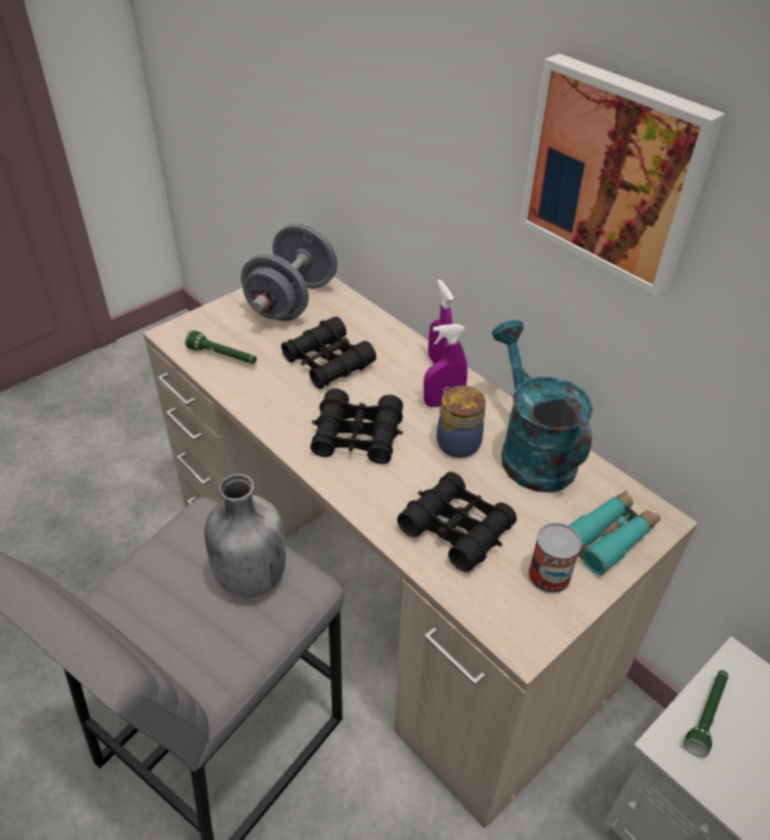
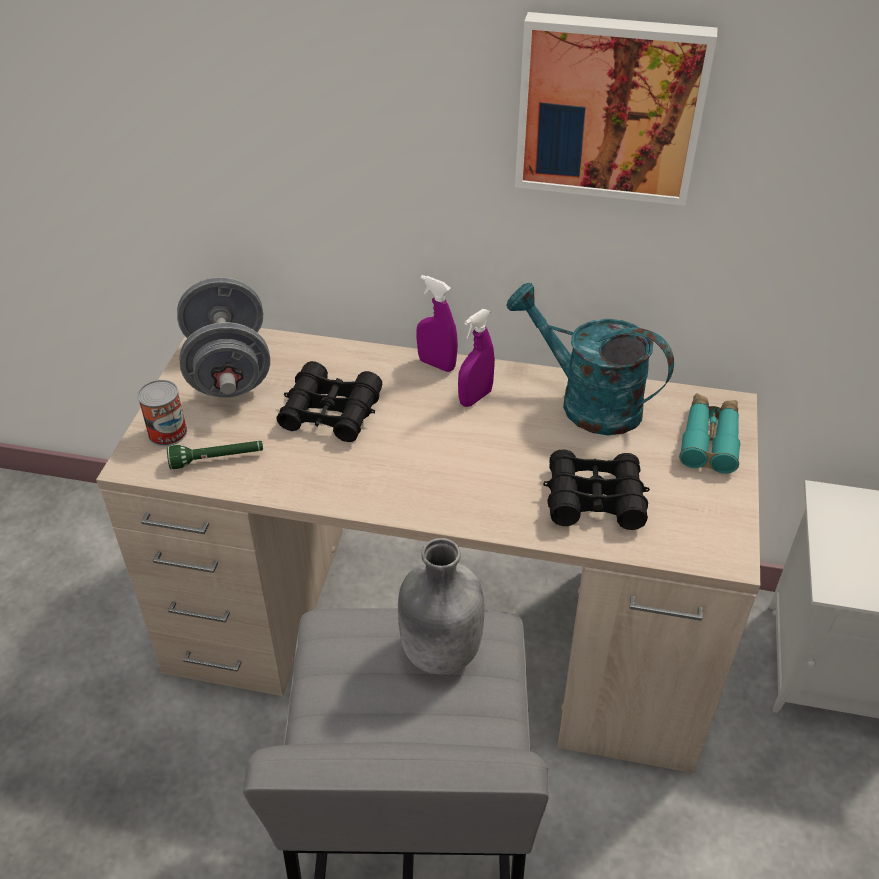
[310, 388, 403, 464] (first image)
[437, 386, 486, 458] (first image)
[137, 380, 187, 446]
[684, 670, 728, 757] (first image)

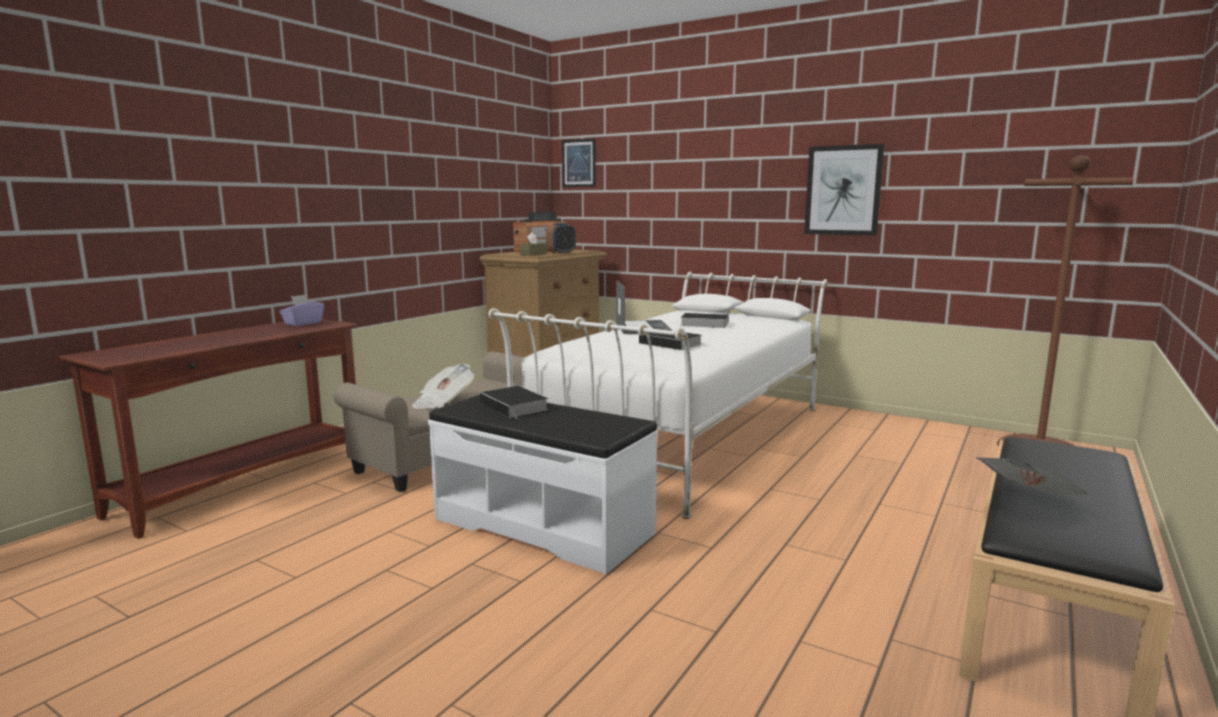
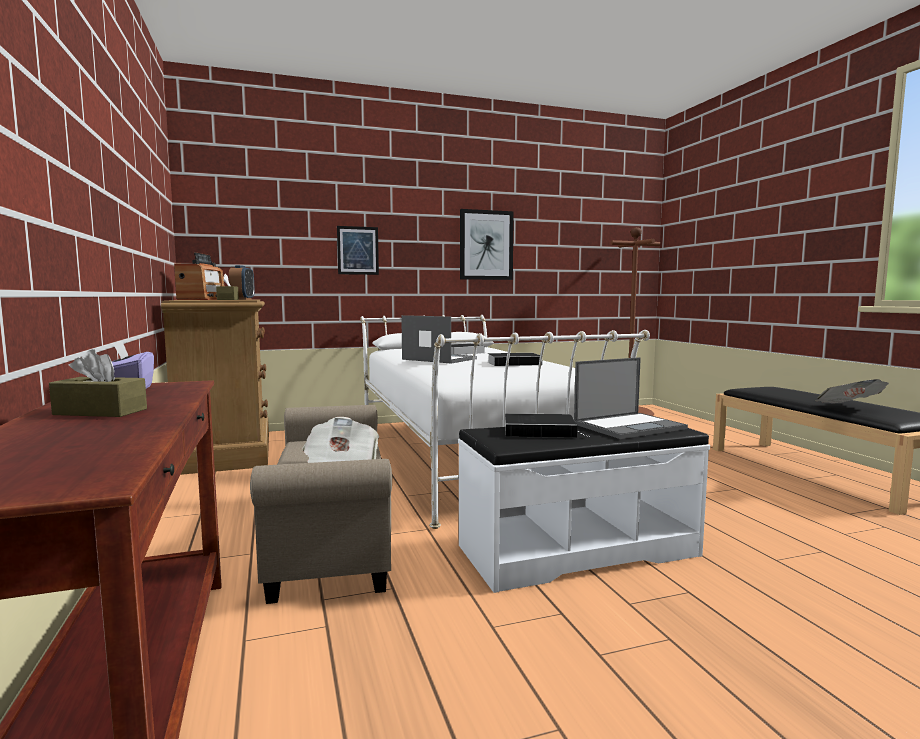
[337, 226, 379, 275]
[49, 349, 147, 417]
[574, 357, 688, 439]

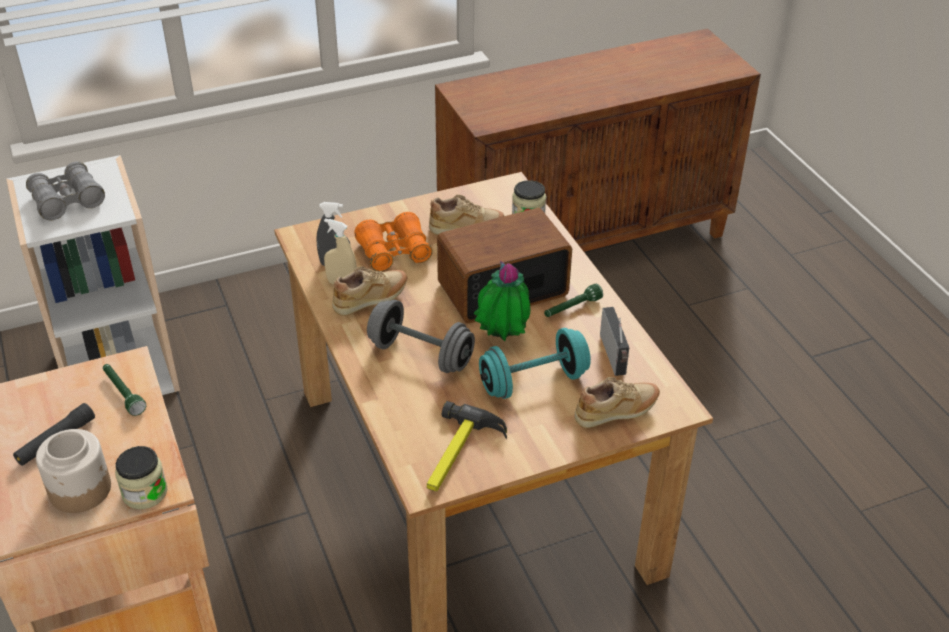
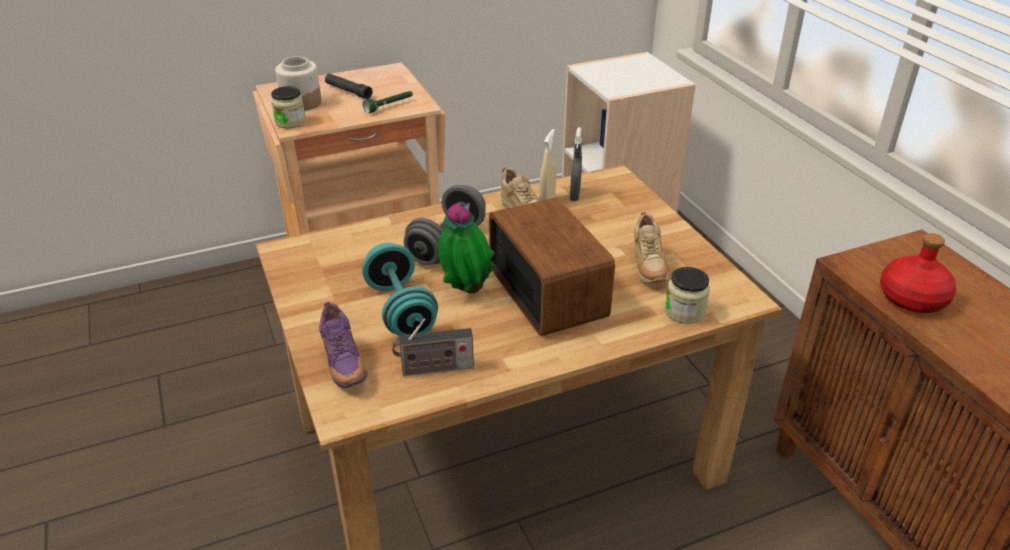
[26, 162, 105, 220] (first image)
[354, 212, 433, 272] (first image)
[427, 401, 507, 492] (first image)
[544, 284, 603, 317] (first image)
[319, 302, 367, 388]
[880, 233, 956, 313]

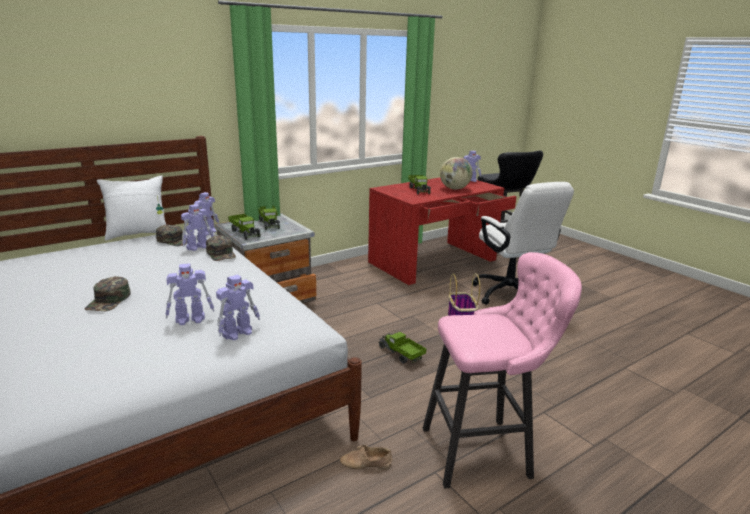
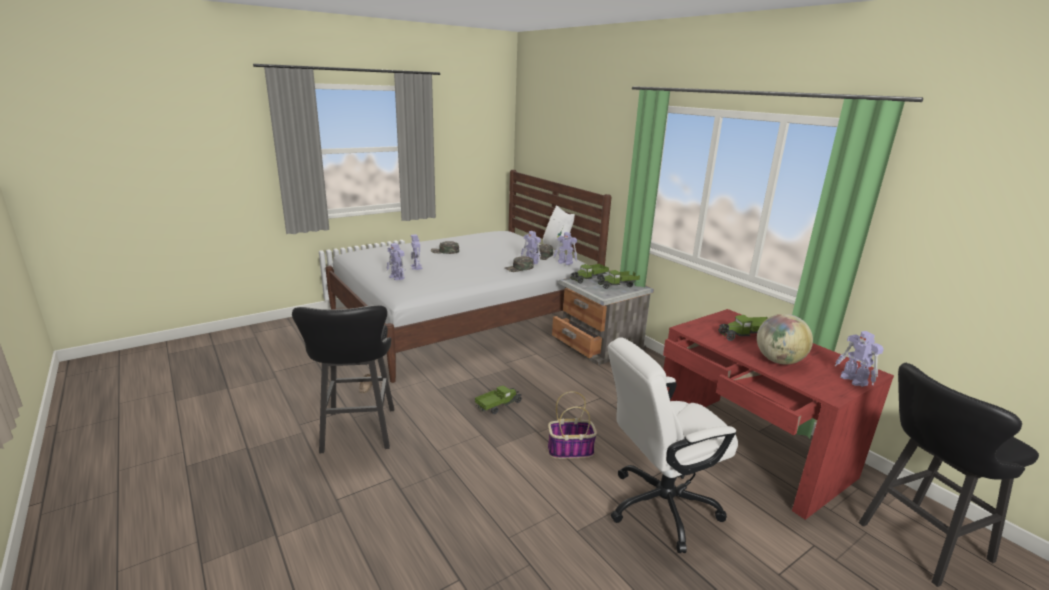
[292, 305, 394, 453]

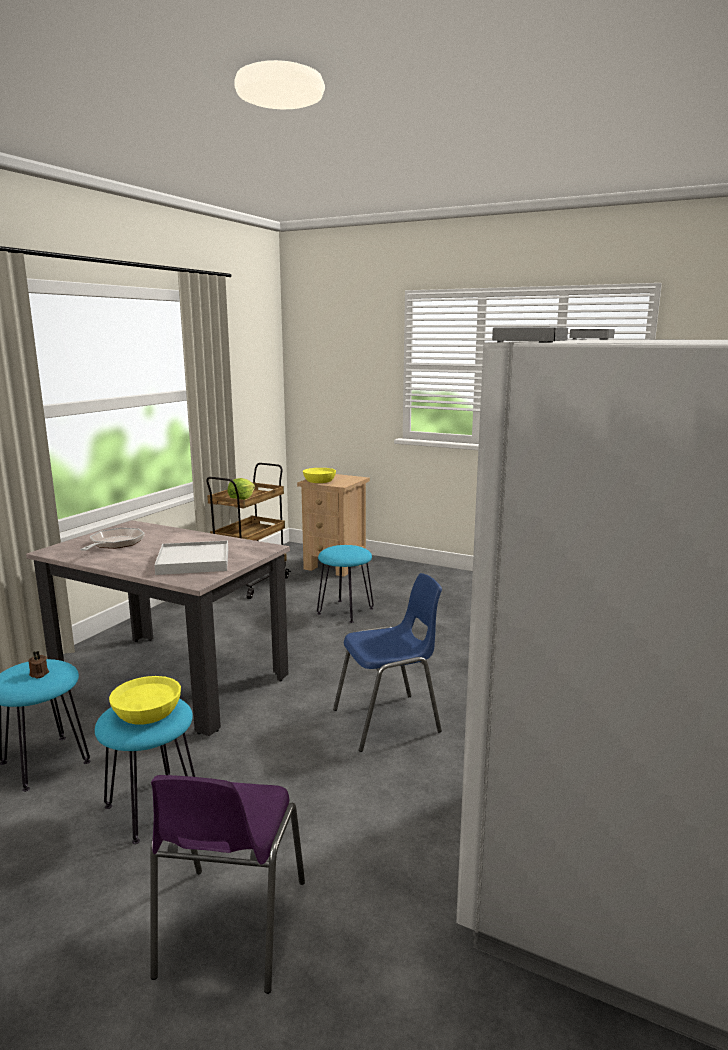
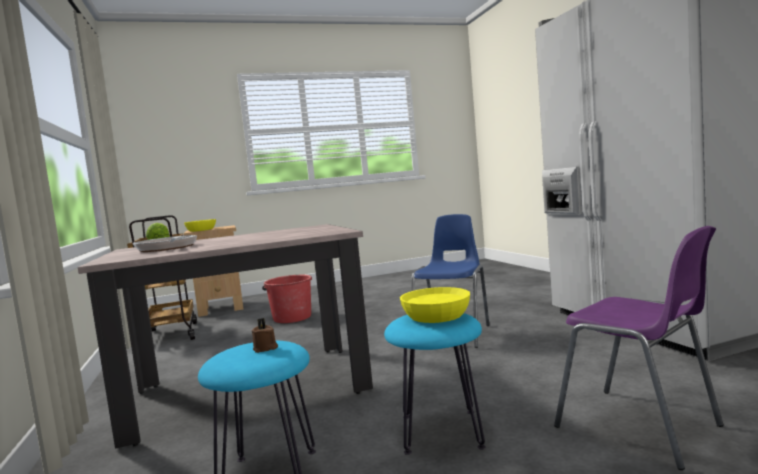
[154, 540, 228, 575] (first image)
[262, 275, 312, 323]

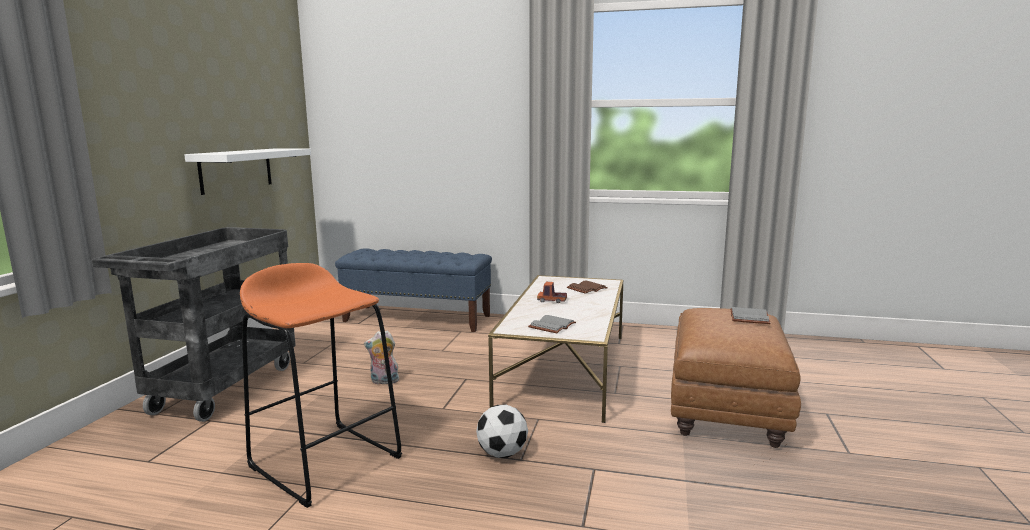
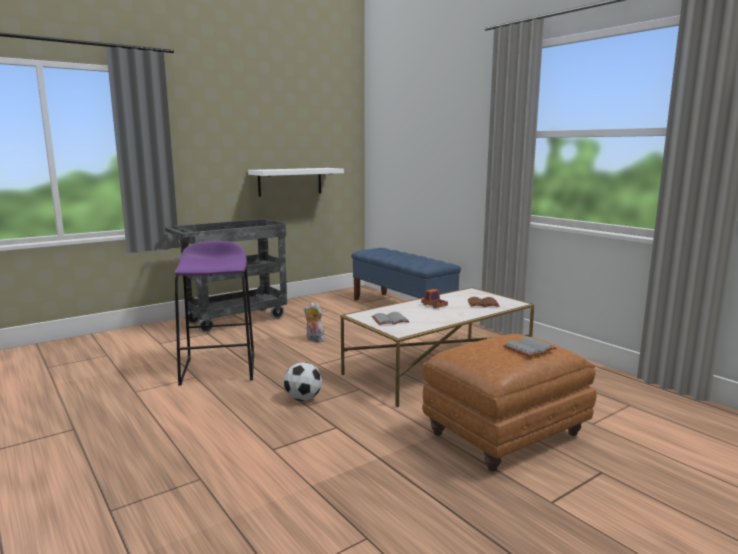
[174, 241, 254, 386]

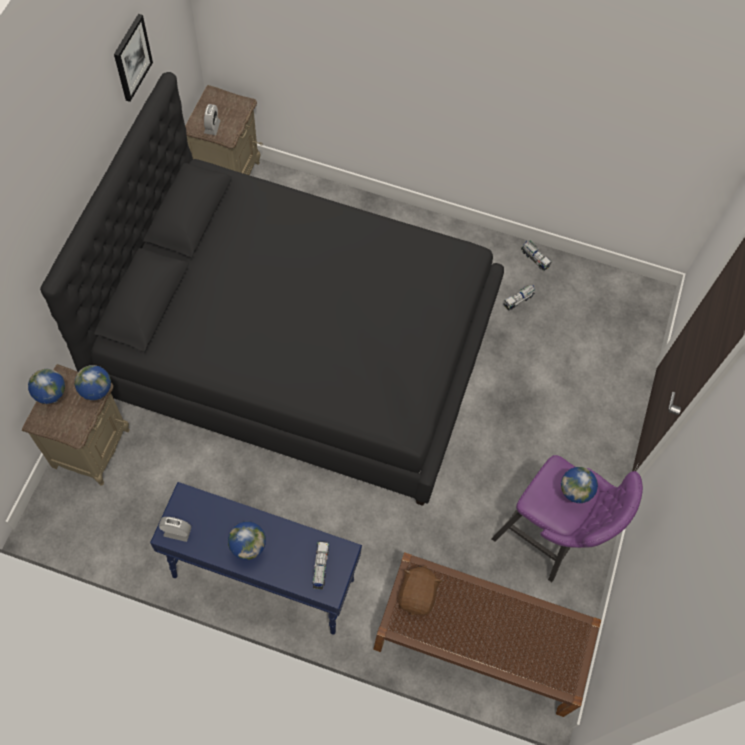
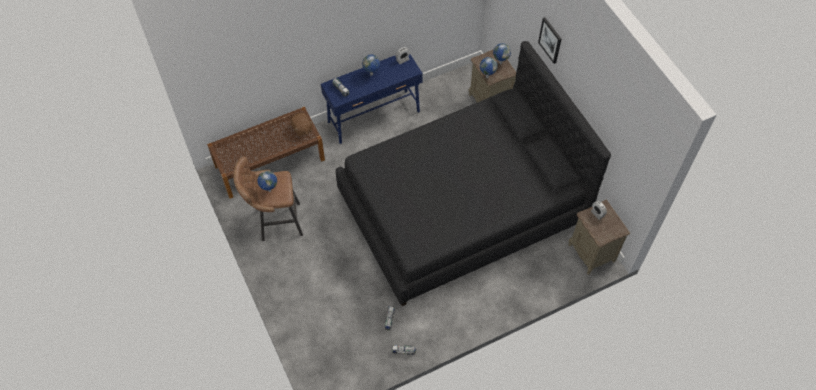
[538, 17, 561, 64]
[233, 156, 303, 241]

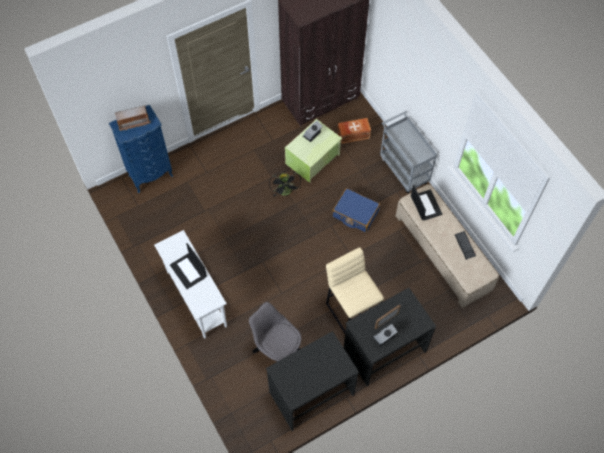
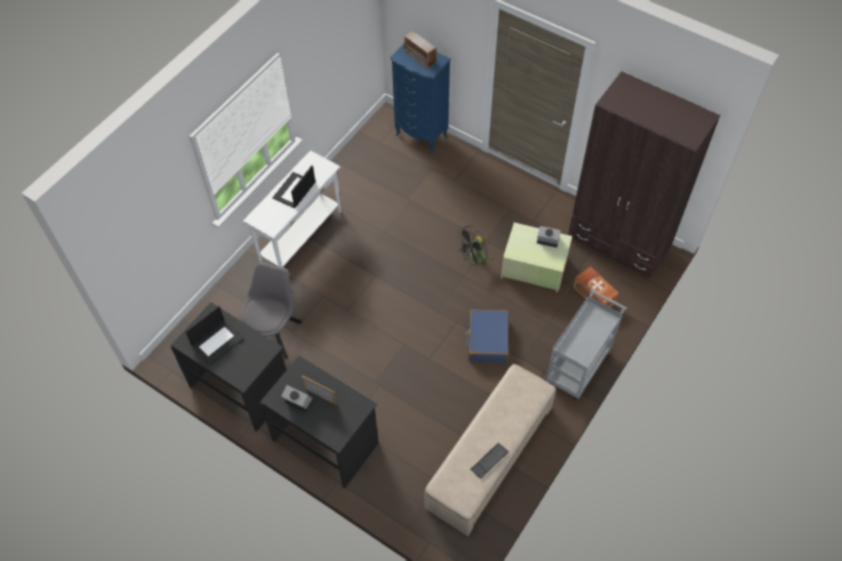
[326, 247, 384, 334] (first image)
[185, 306, 243, 365]

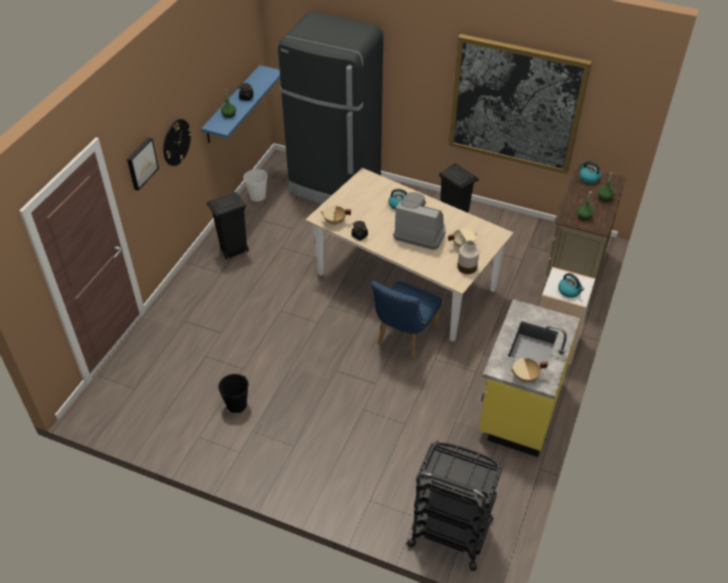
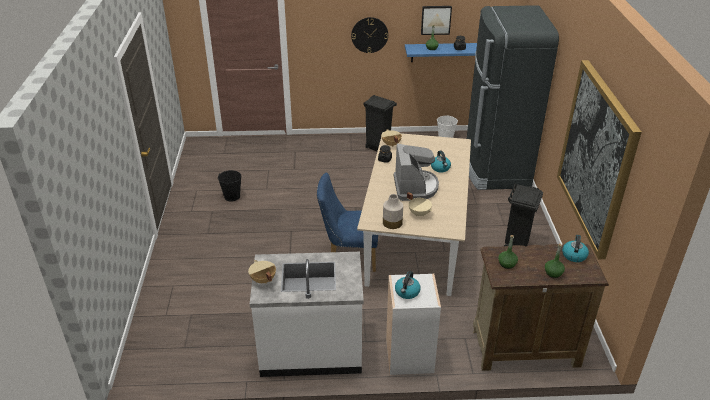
[421, 6, 452, 35]
[406, 441, 502, 571] (first image)
[250, 252, 364, 377]

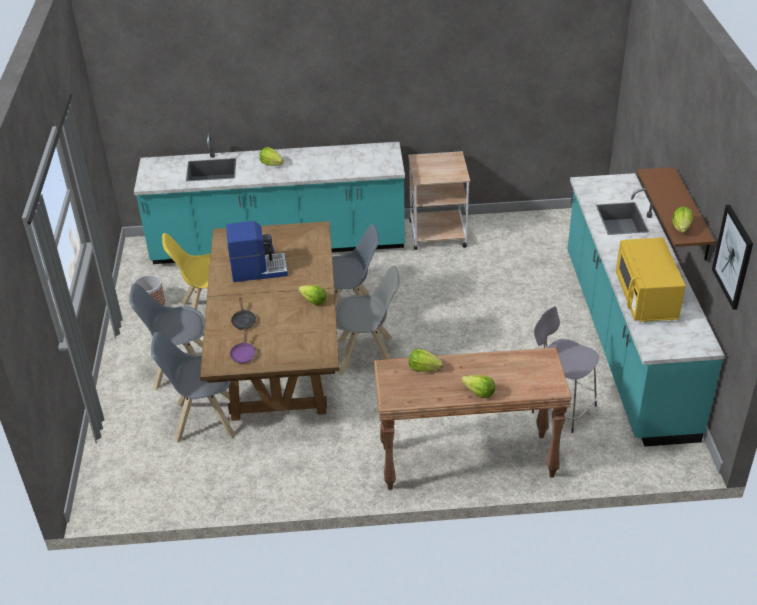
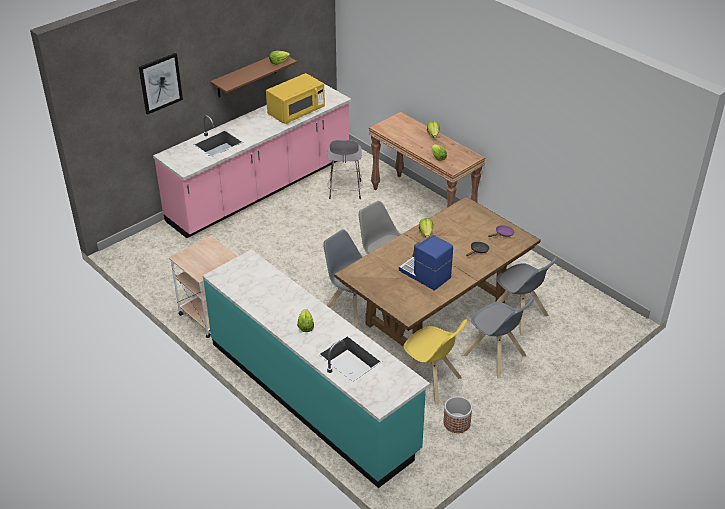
[153, 84, 351, 238]
[139, 53, 183, 115]

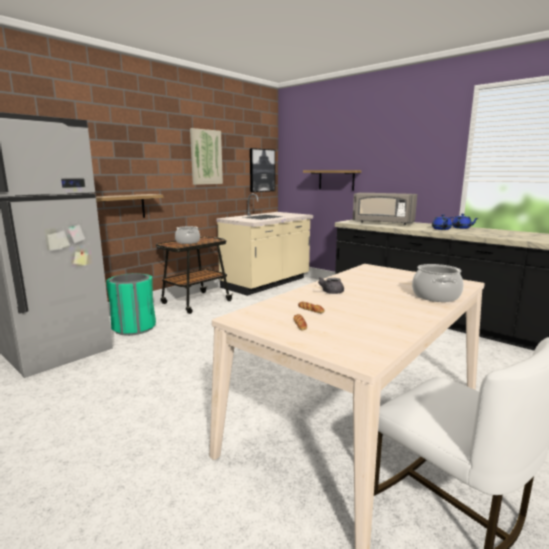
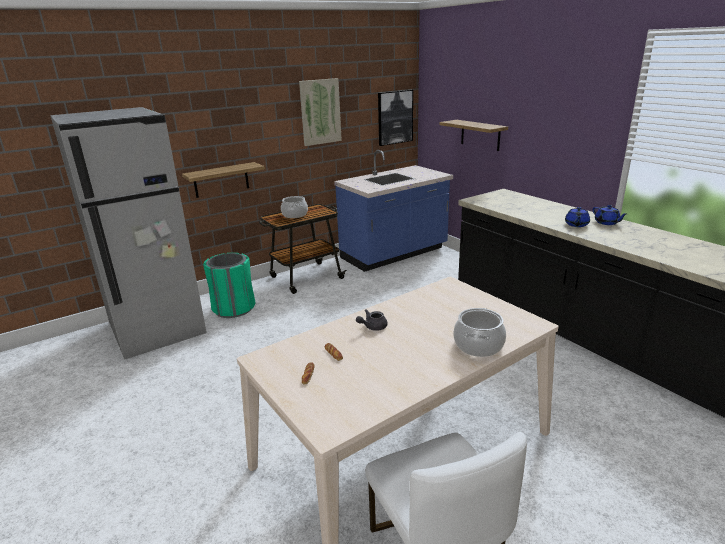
[334, 150, 453, 272]
[353, 193, 417, 225] (first image)

